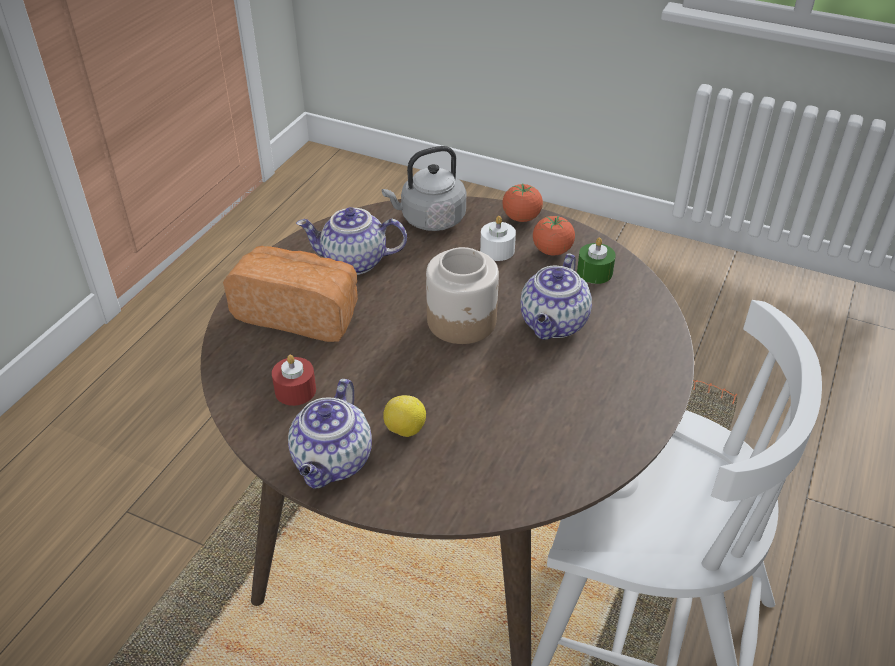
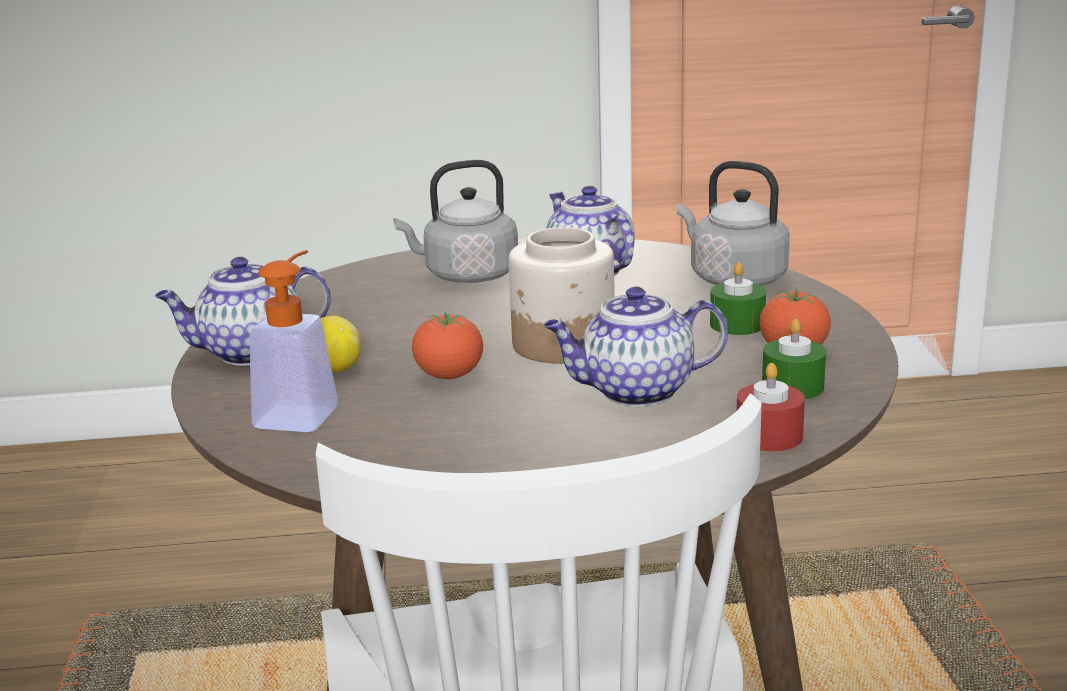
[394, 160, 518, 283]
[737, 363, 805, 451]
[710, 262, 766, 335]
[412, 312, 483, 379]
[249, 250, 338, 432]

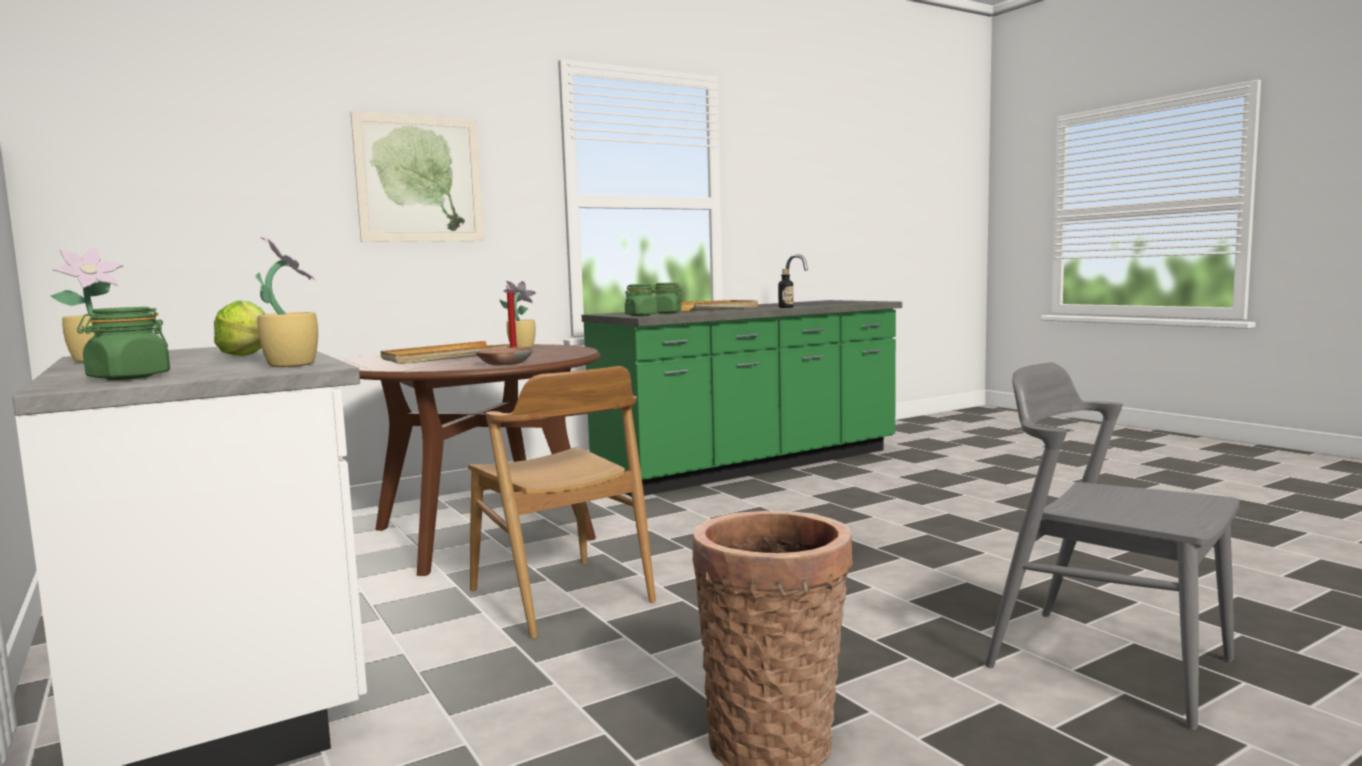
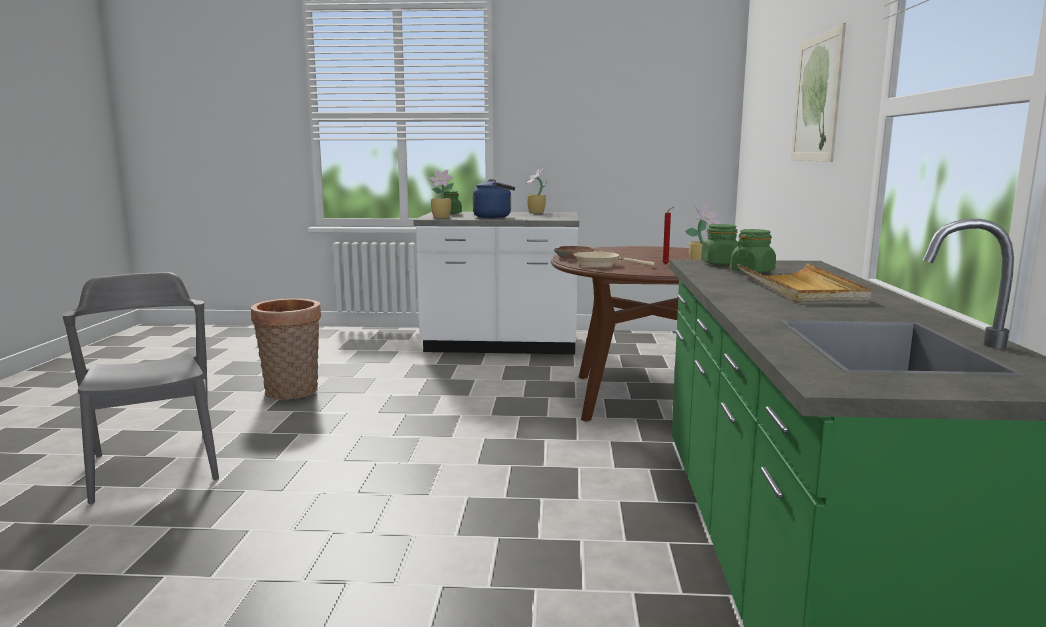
[473, 179, 515, 218]
[381, 341, 508, 364] (first image)
[468, 366, 656, 638] (first image)
[778, 269, 794, 308] (first image)
[62, 272, 219, 505]
[573, 252, 654, 267]

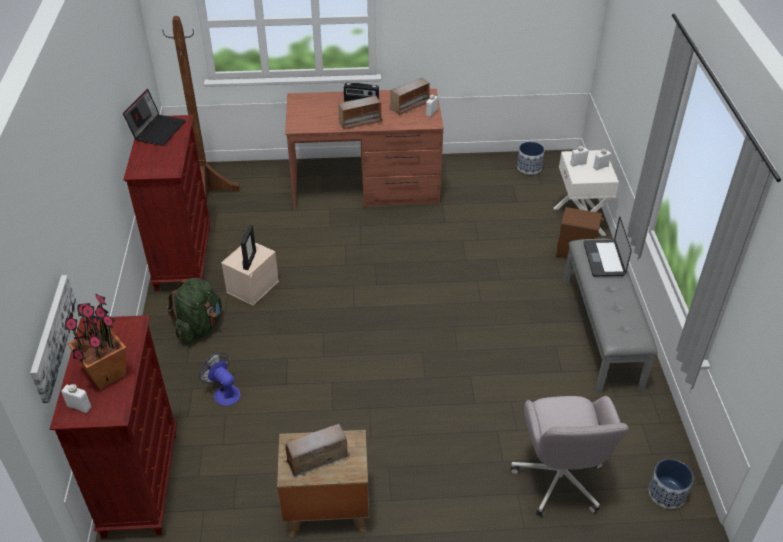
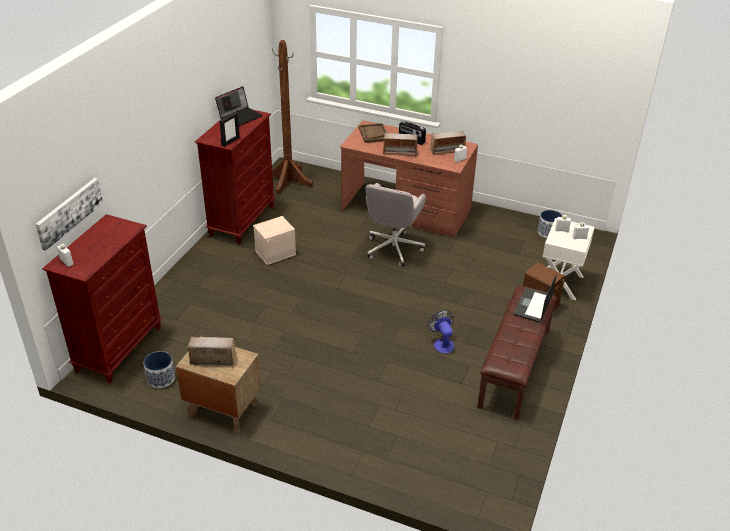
[64, 293, 126, 390] (first image)
[167, 278, 222, 343] (first image)
[428, 310, 454, 353]
[220, 112, 240, 147]
[365, 183, 426, 267]
[477, 286, 557, 420]
[144, 351, 175, 388]
[359, 123, 387, 143]

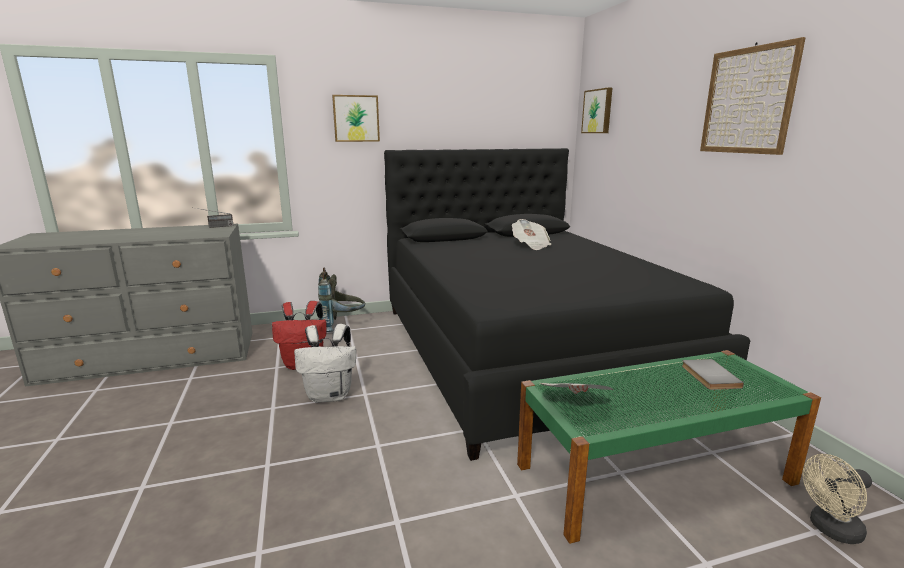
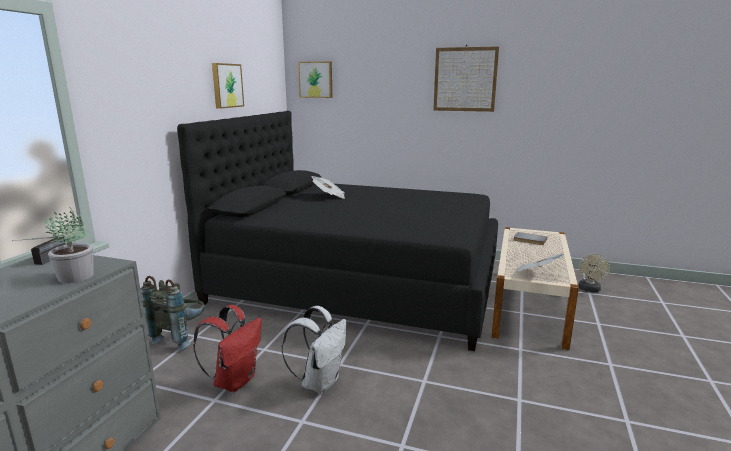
[212, 63, 244, 109]
[492, 227, 579, 350]
[45, 207, 94, 283]

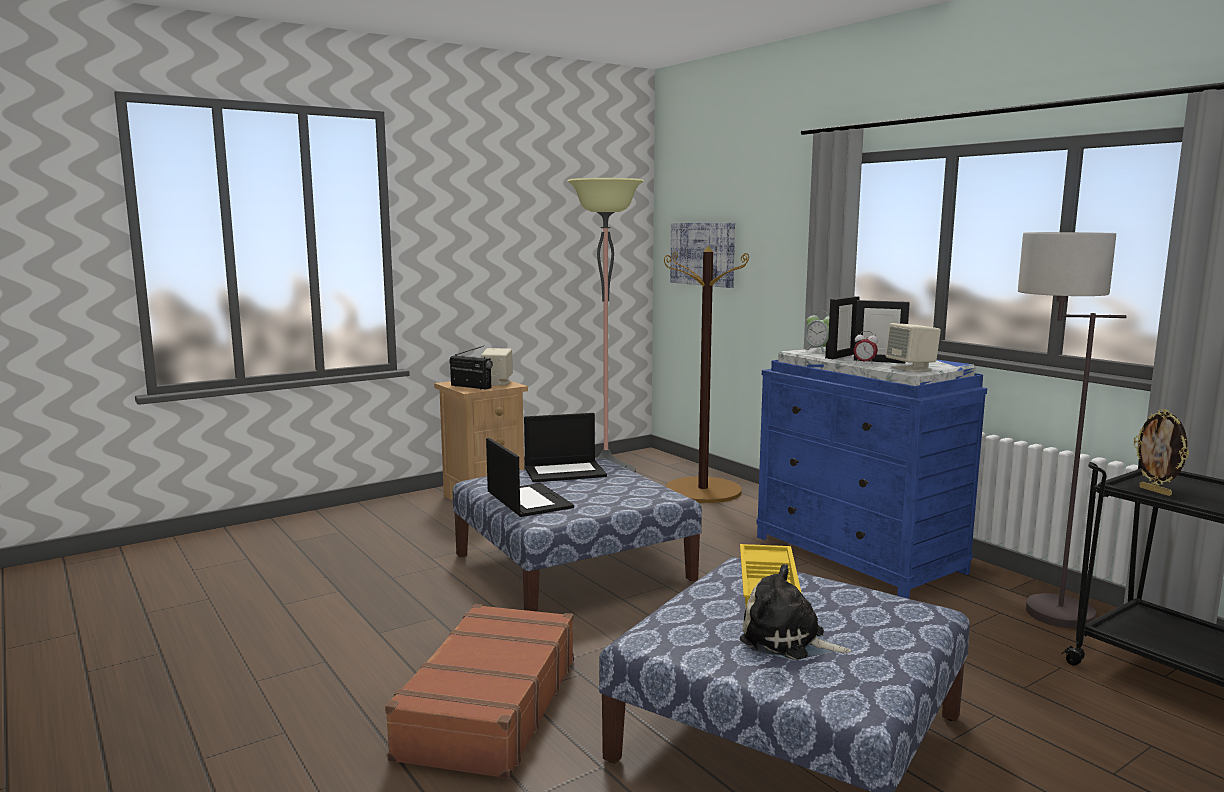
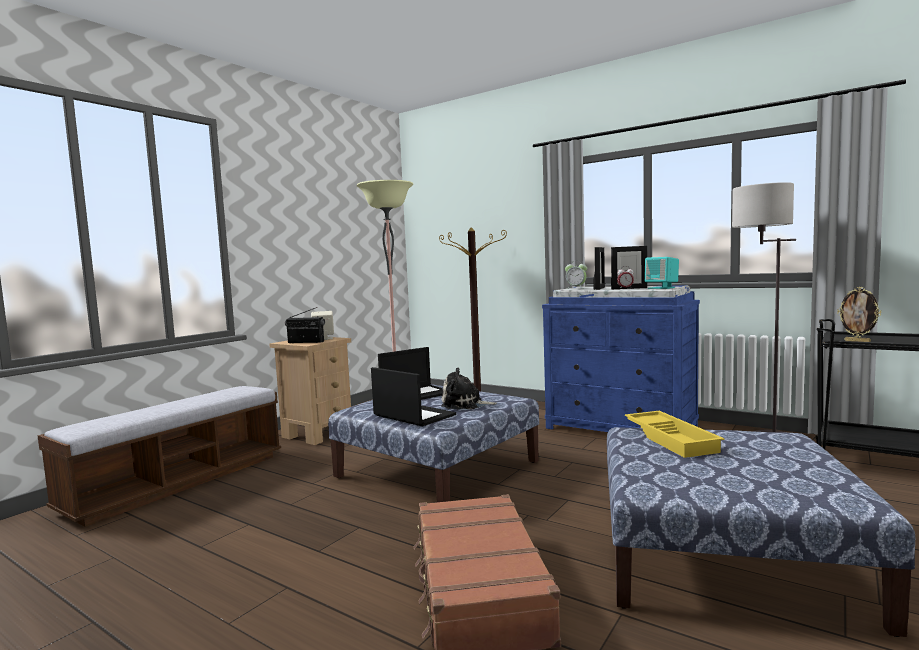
[670, 223, 735, 288] (first image)
[441, 367, 497, 409]
[644, 257, 679, 289]
[37, 386, 281, 527]

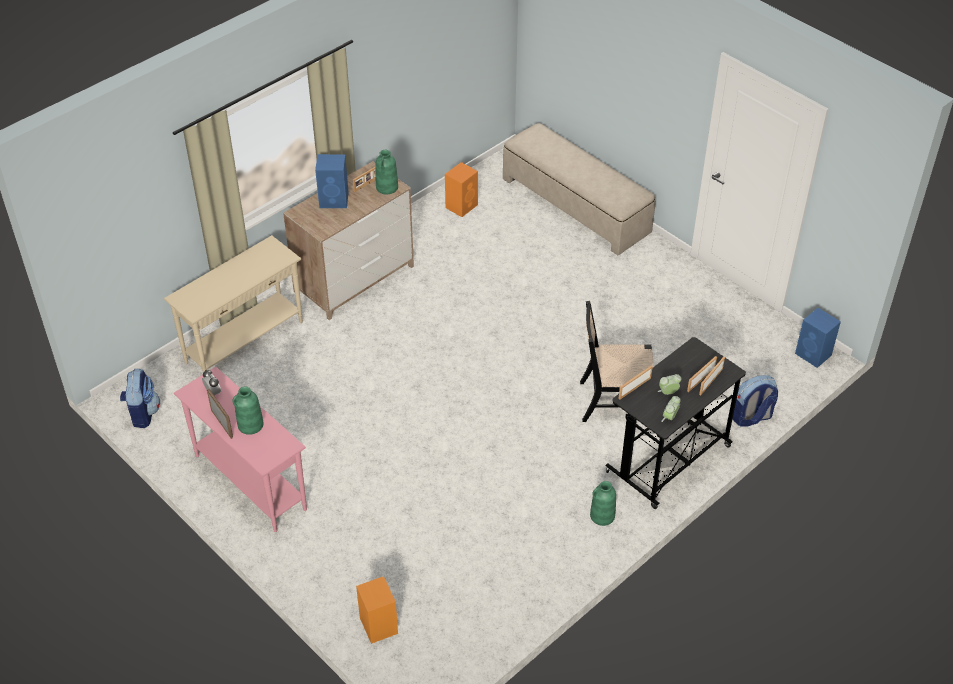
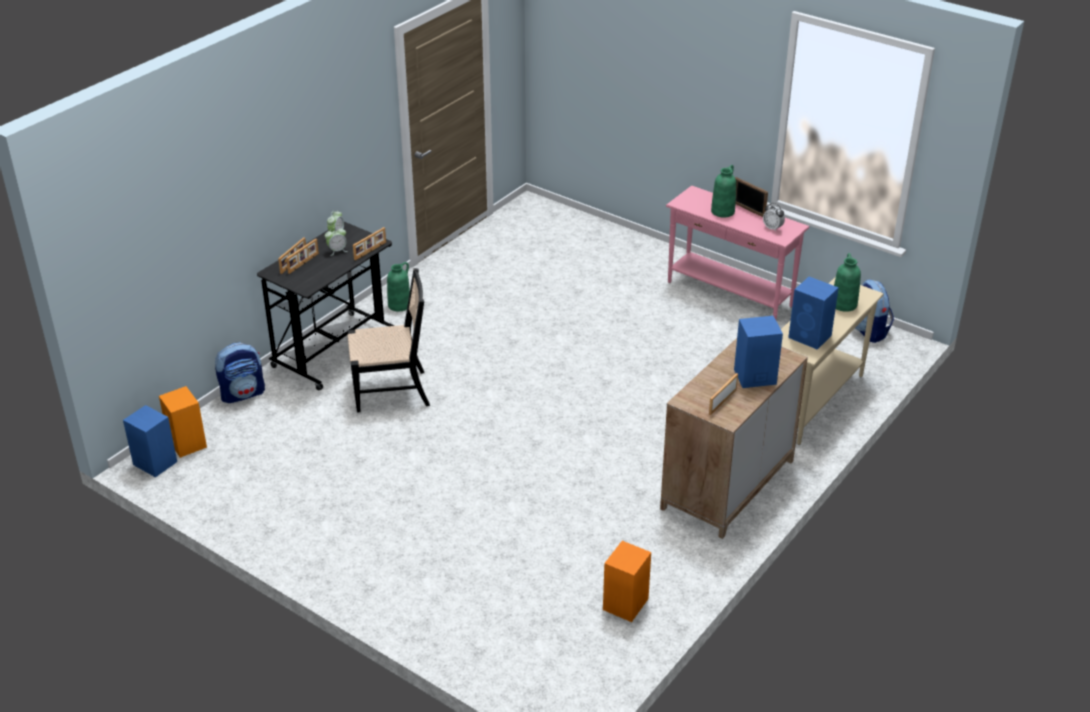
[159, 386, 207, 458]
[834, 253, 861, 312]
[503, 123, 656, 255] (first image)
[788, 277, 839, 350]

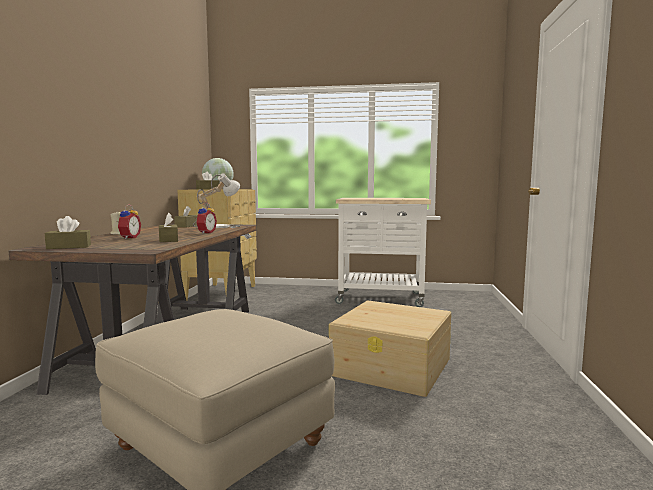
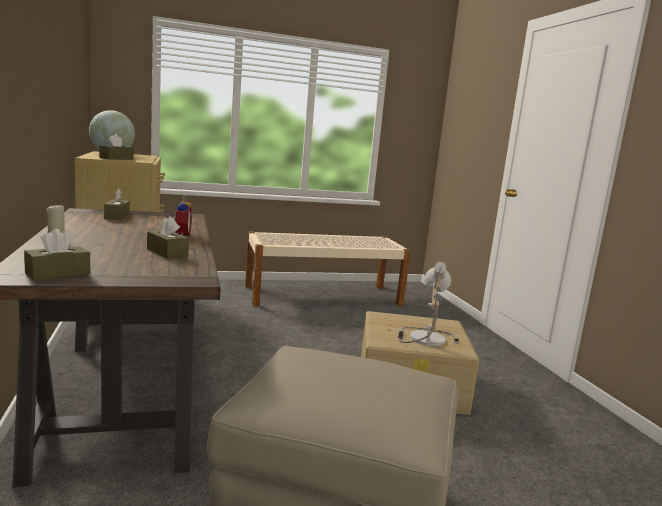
[117, 204, 141, 239] (first image)
[398, 262, 459, 346]
[245, 232, 411, 306]

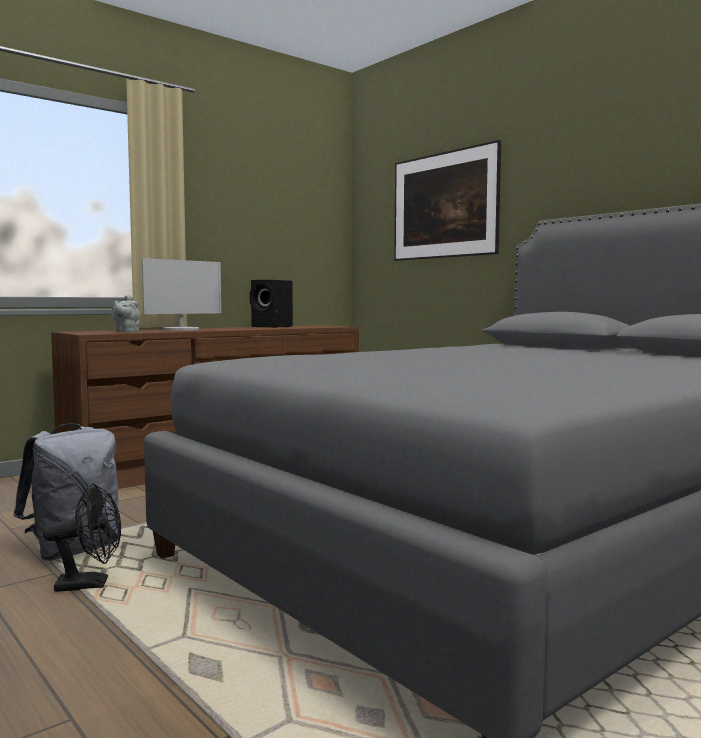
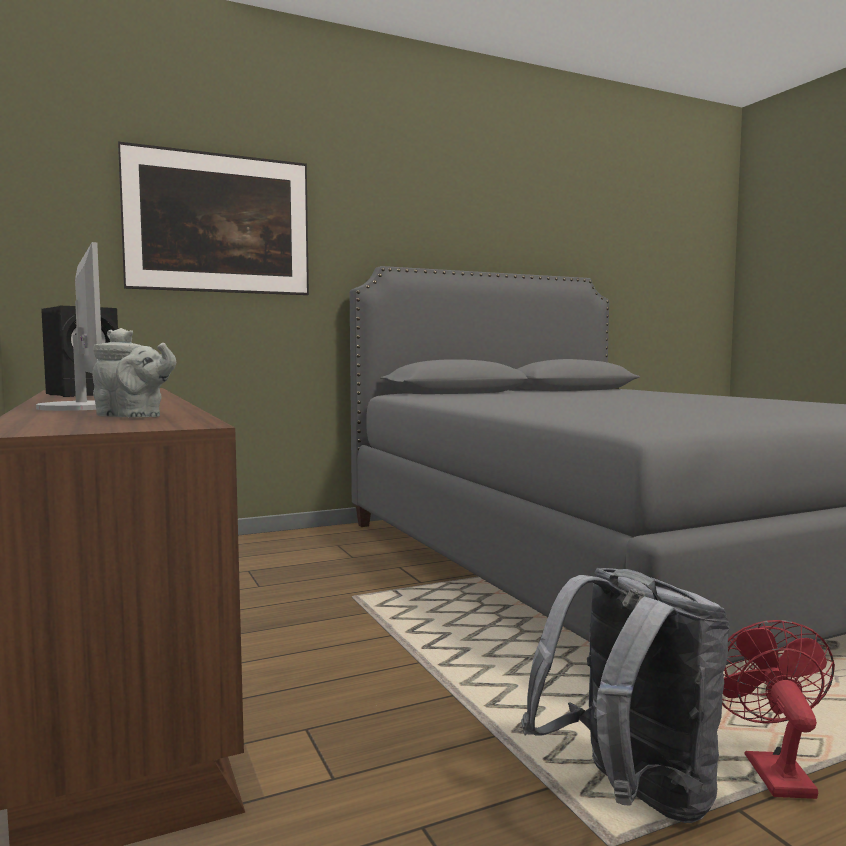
[722, 620, 835, 799]

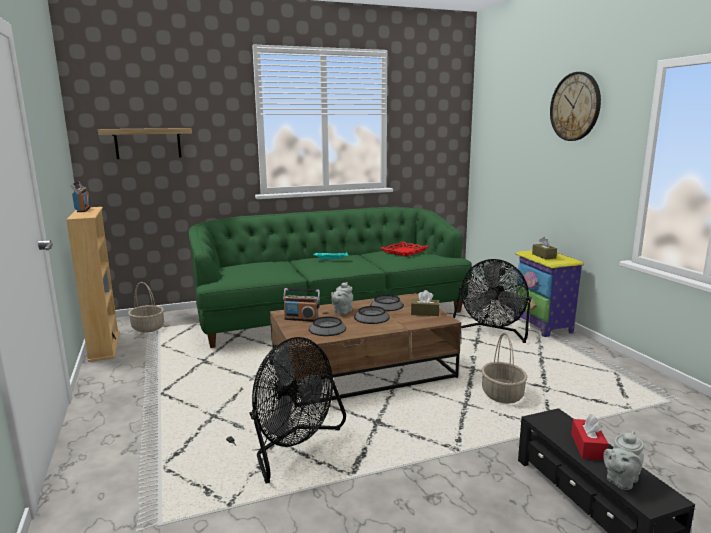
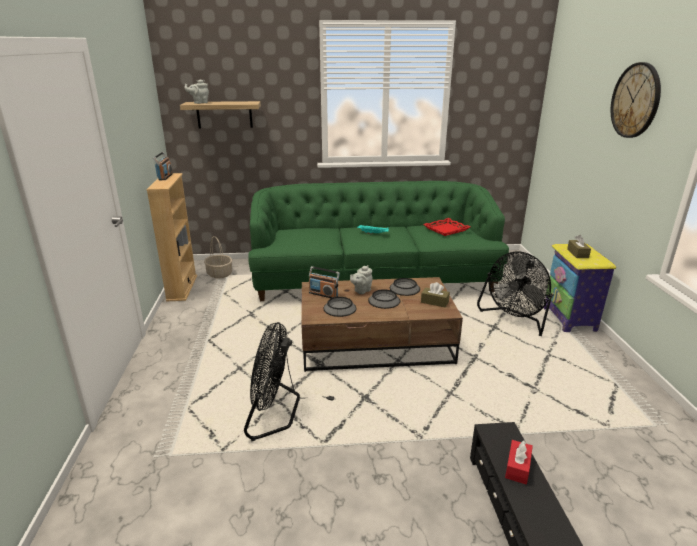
[244, 322, 335, 441]
[481, 333, 527, 404] (first image)
[185, 79, 209, 104]

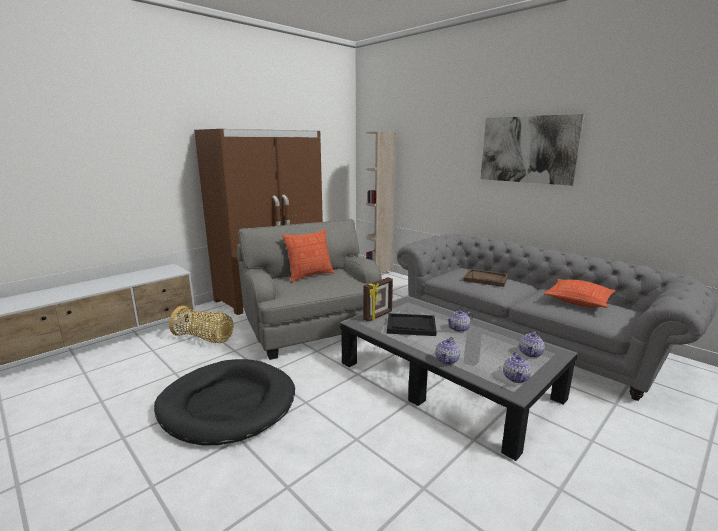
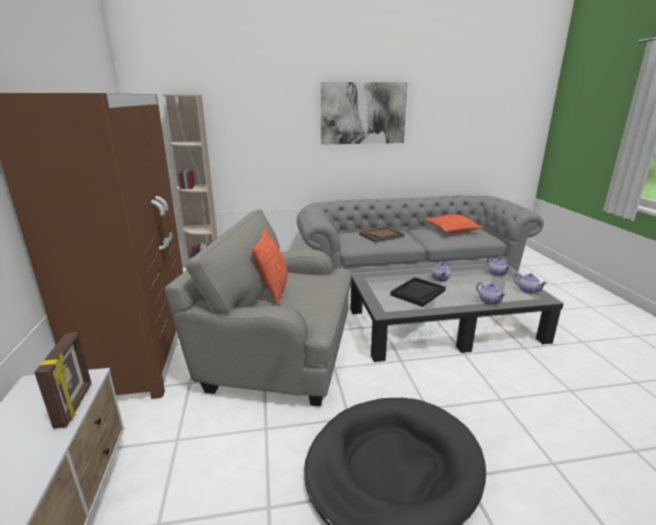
[169, 306, 234, 343] (first image)
[34, 332, 91, 429]

